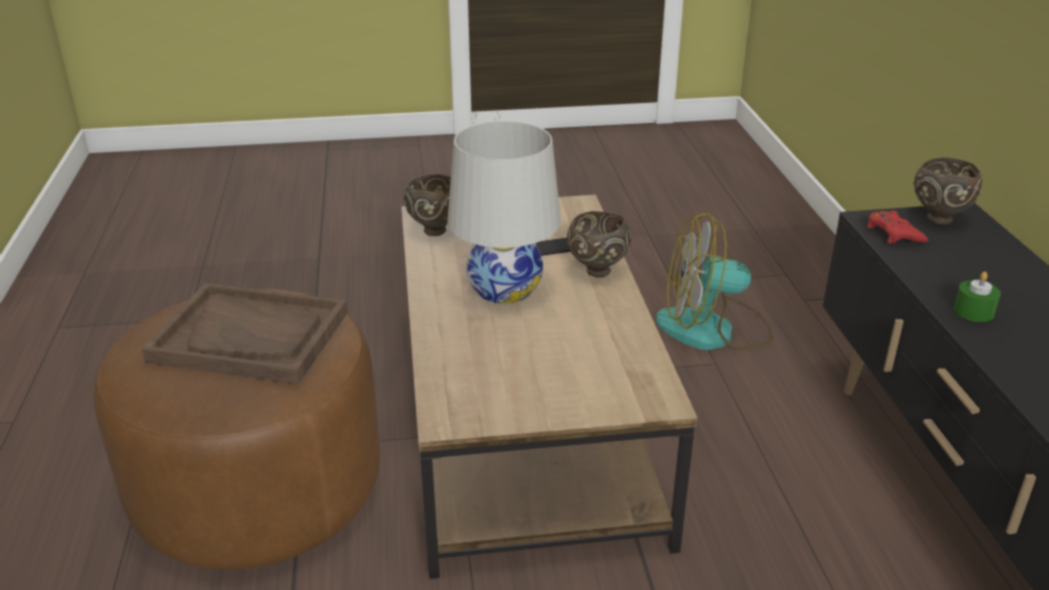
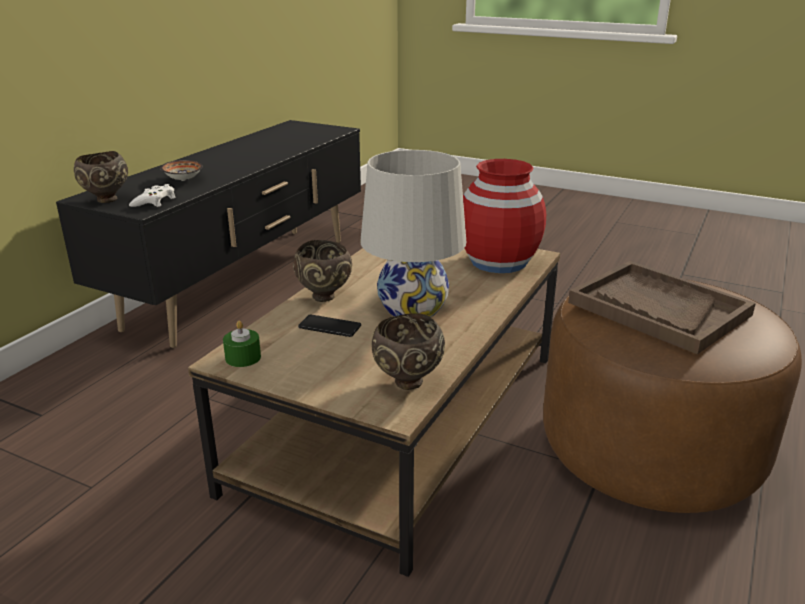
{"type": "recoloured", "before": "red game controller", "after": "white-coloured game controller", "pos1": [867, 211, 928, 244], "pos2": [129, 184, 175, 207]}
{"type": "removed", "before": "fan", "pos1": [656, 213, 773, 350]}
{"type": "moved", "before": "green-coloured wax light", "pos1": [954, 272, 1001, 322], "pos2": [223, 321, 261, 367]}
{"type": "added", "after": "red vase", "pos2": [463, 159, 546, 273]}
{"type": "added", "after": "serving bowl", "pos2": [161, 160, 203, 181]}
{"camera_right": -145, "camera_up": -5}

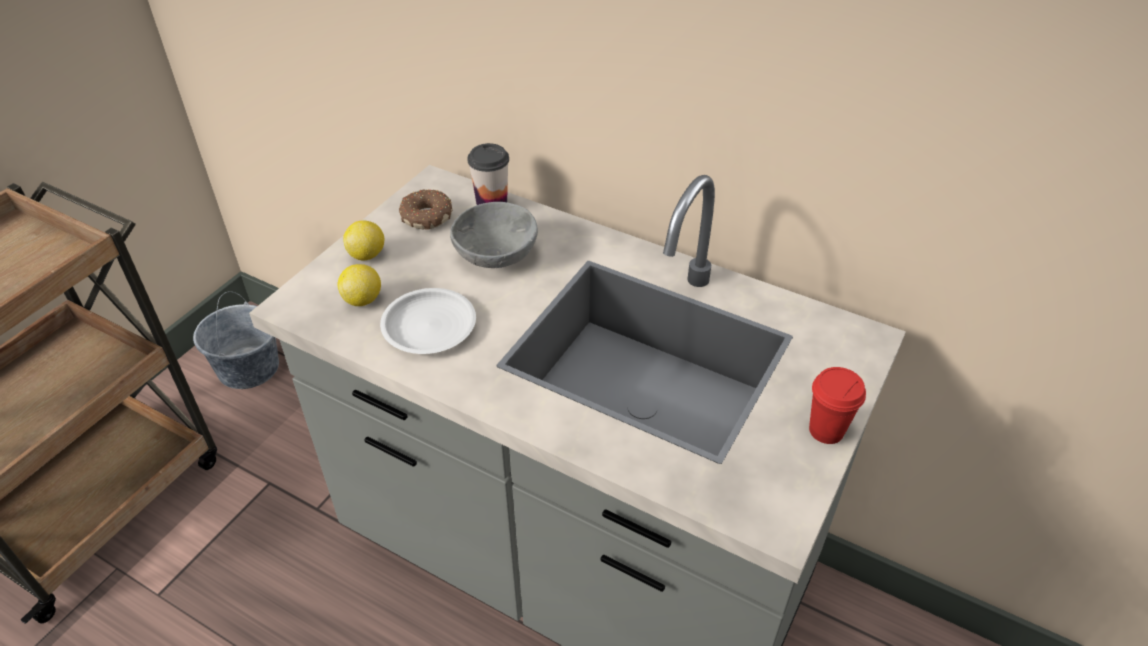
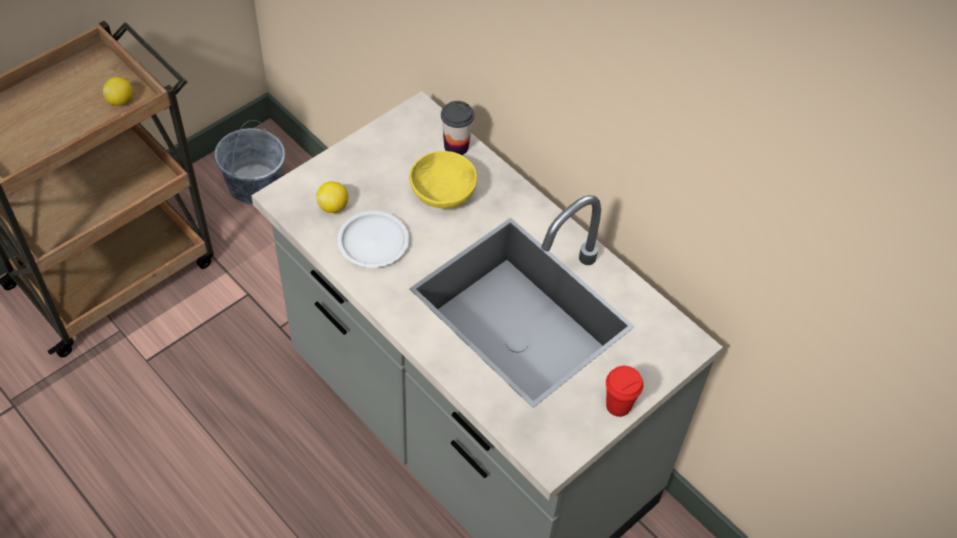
{"type": "removed", "before": "donut", "pos1": [399, 190, 453, 229]}
{"type": "recoloured", "before": "greyish serving bowl", "after": "yellowish serving bowl", "pos1": [450, 202, 538, 268], "pos2": [409, 151, 477, 208]}
{"type": "moved", "before": "citrus fruit", "pos1": [343, 220, 384, 261], "pos2": [103, 77, 133, 106]}
{"camera_right": 15, "camera_up": 10}

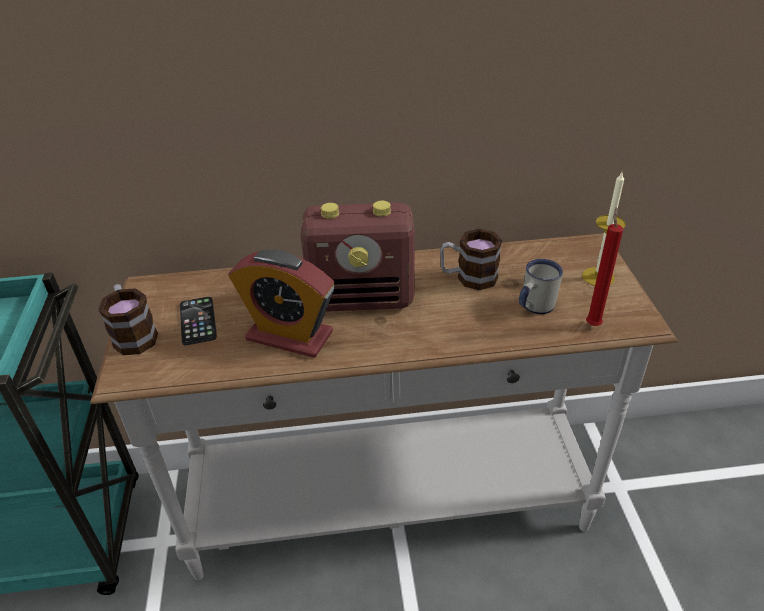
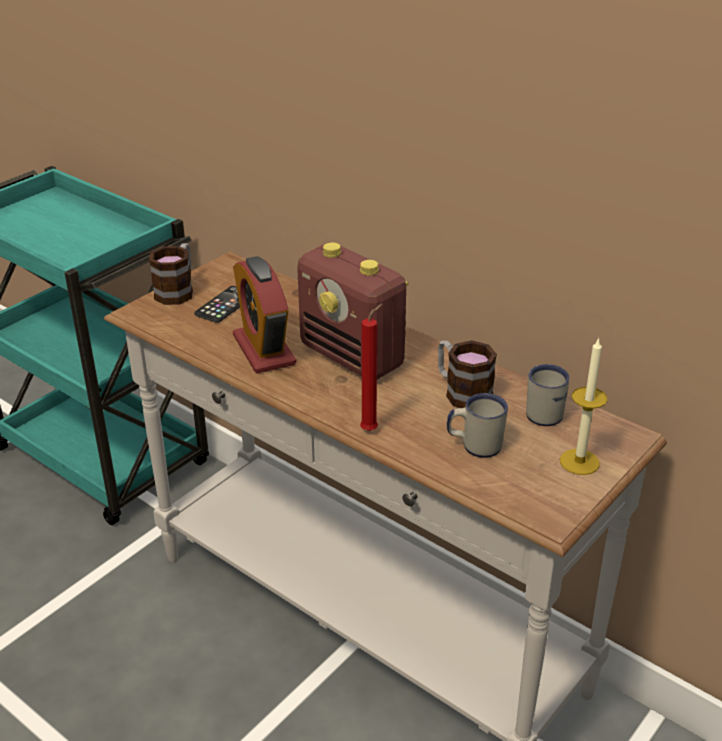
{"type": "moved", "before": "red wax light", "pos1": [586, 207, 623, 326], "pos2": [360, 304, 382, 431]}
{"type": "added", "after": "white-coloured coffee mug", "pos2": [526, 364, 570, 426]}
{"camera_right": 45, "camera_up": -5}

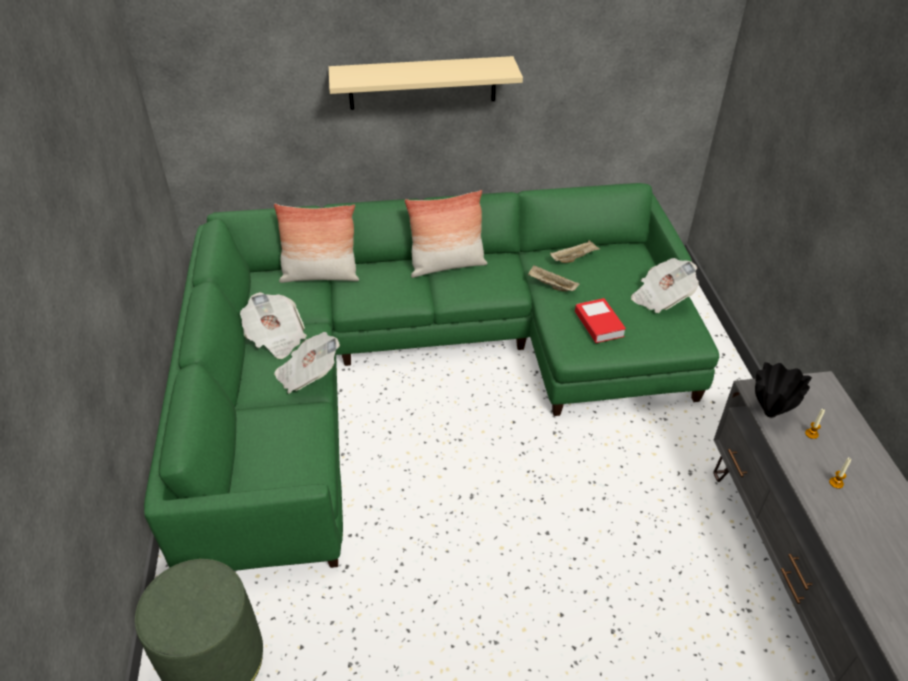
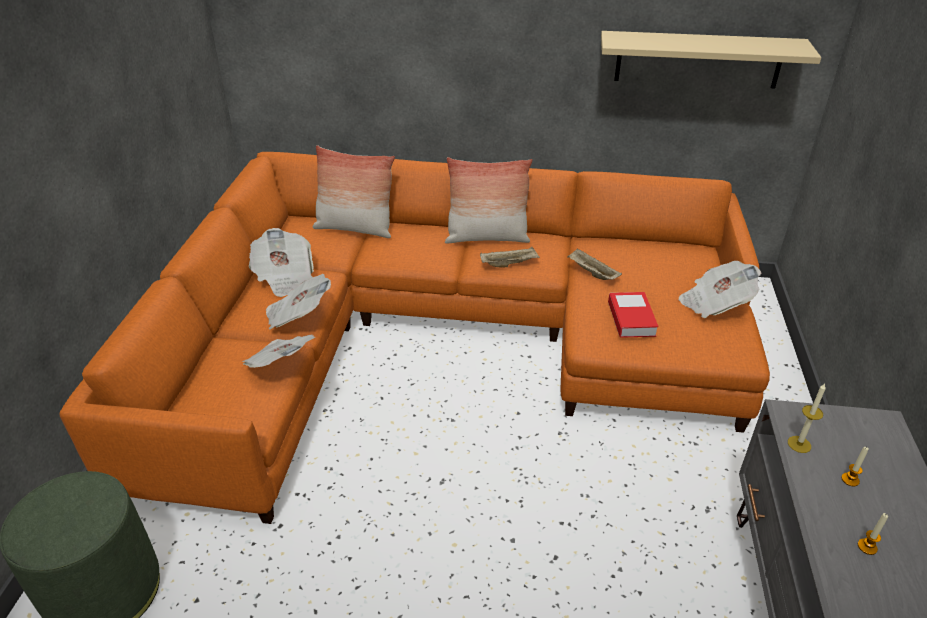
{"type": "moved", "before": "sand-coloured bracket shelf", "pos1": [329, 56, 523, 110], "pos2": [601, 31, 821, 88]}
{"type": "recoloured", "before": "green-coloured sofa", "after": "orange sofa", "pos1": [144, 183, 719, 571], "pos2": [60, 152, 770, 524]}
{"type": "moved", "before": "sand-coloured carrying tray", "pos1": [550, 240, 600, 263], "pos2": [480, 246, 540, 268]}
{"type": "replaced", "before": "black-coloured vase", "after": "wax light", "pos1": [755, 362, 812, 418], "pos2": [788, 384, 826, 453]}
{"type": "added", "after": "newspaper", "pos2": [242, 334, 315, 368]}
{"camera_right": 15, "camera_up": -5}

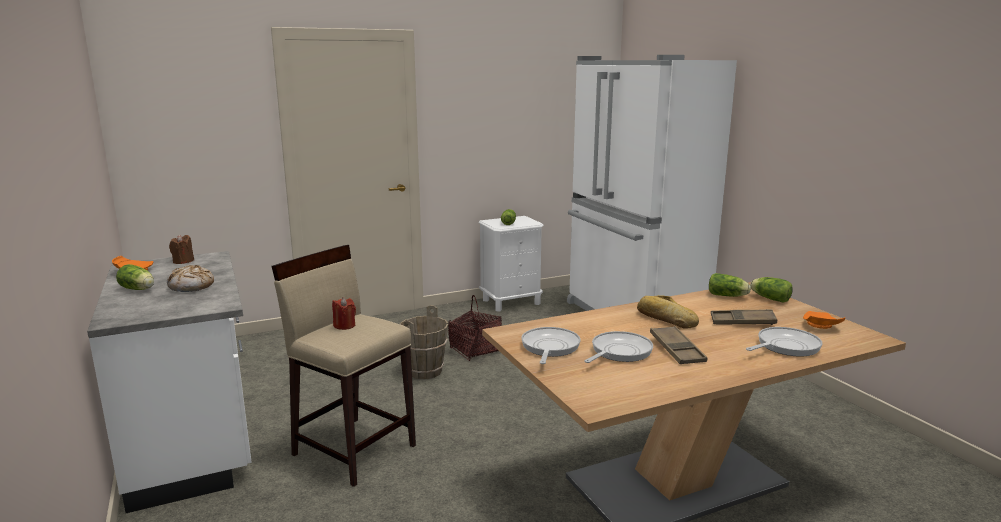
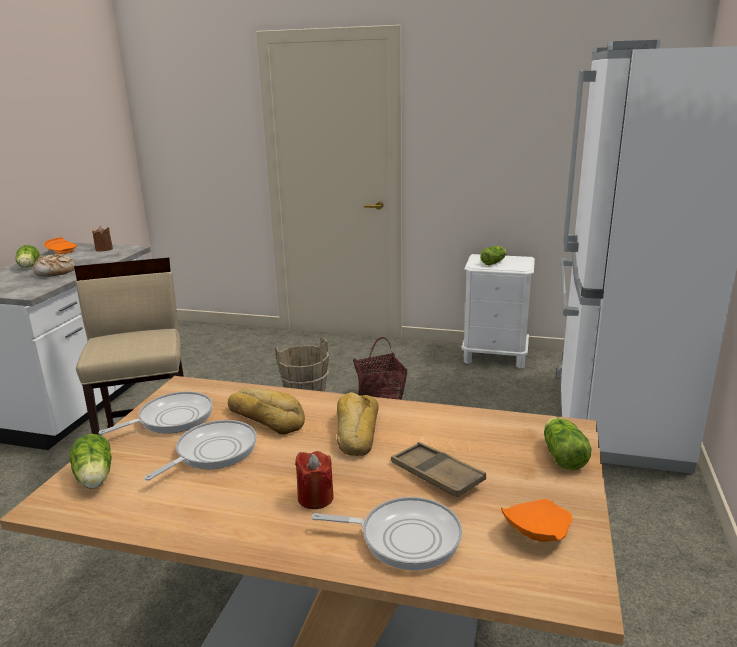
{"type": "moved", "before": "lettuce", "pos1": [709, 273, 751, 297], "pos2": [69, 434, 112, 488]}
{"type": "moved", "before": "red wax light", "pos1": [332, 297, 356, 330], "pos2": [295, 451, 334, 509]}
{"type": "removed", "before": "brownish carrying tray", "pos1": [650, 326, 708, 364]}
{"type": "turned", "before": "frying pan", "pos1": [584, 331, 653, 363], "pos2": [144, 420, 257, 480], "turn": -45}
{"type": "added", "after": "baked bread", "pos2": [228, 387, 305, 434]}
{"camera_right": 40, "camera_up": 5}

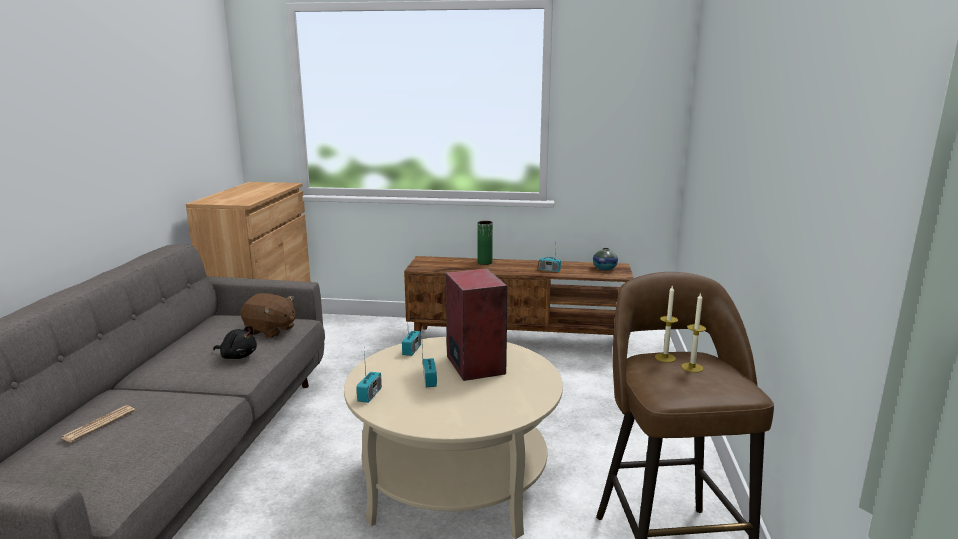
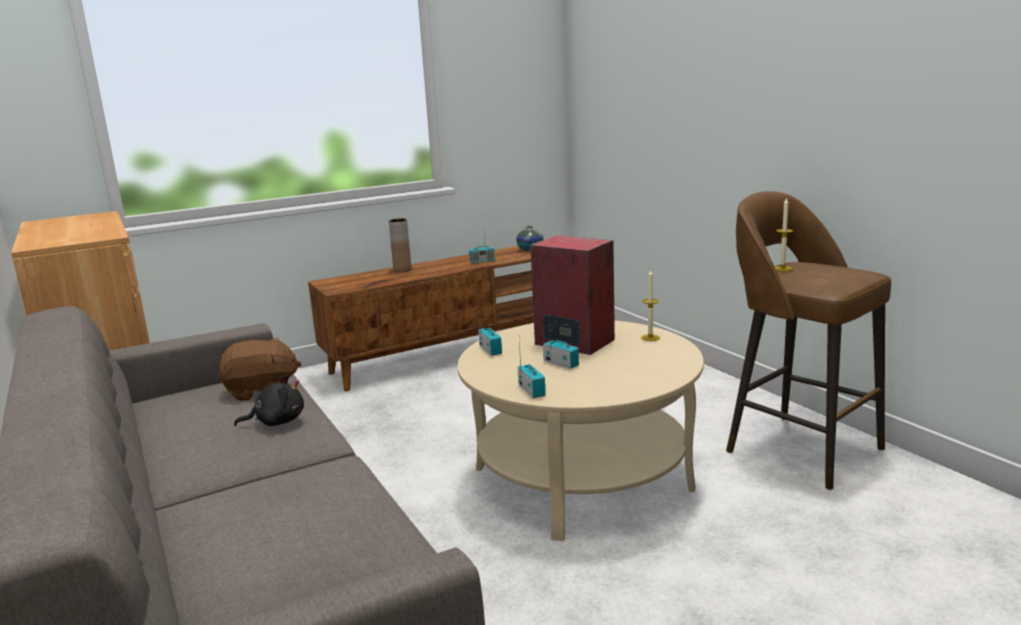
{"type": "recoloured", "before": "green-coloured vase", "after": "brownish vase", "pos1": [478, 221, 493, 265], "pos2": [389, 218, 412, 272]}
{"type": "moved", "before": "wax light", "pos1": [681, 293, 706, 373], "pos2": [641, 269, 660, 341]}
{"type": "removed", "before": "newspaper", "pos1": [61, 405, 135, 442]}
{"camera_right": -35, "camera_up": 0}

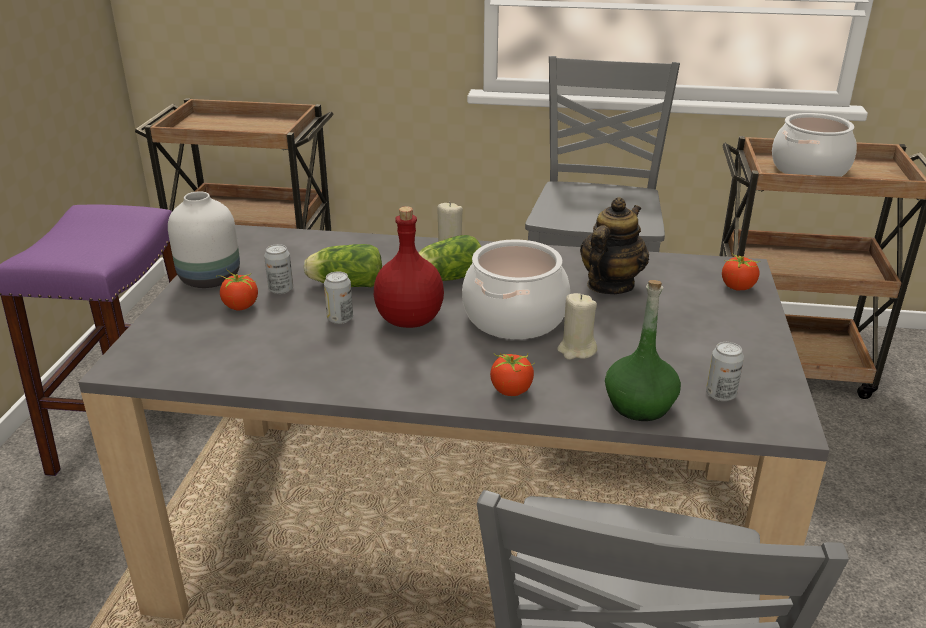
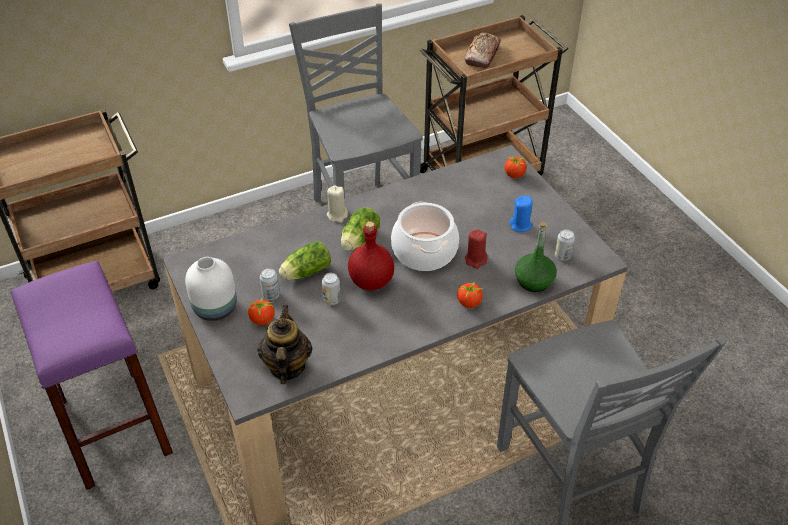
{"type": "replaced", "before": "saucepot", "after": "baked bread", "pos1": [772, 113, 857, 177], "pos2": [465, 33, 501, 69]}
{"type": "moved", "before": "teapot", "pos1": [580, 197, 649, 294], "pos2": [257, 305, 313, 384]}
{"type": "recoloured", "before": "sand-coloured wax light", "after": "red wax light", "pos1": [557, 293, 597, 360], "pos2": [465, 229, 487, 269]}
{"type": "added", "after": "blue-coloured wax light", "pos2": [510, 195, 533, 232]}
{"camera_right": -35, "camera_up": 15}

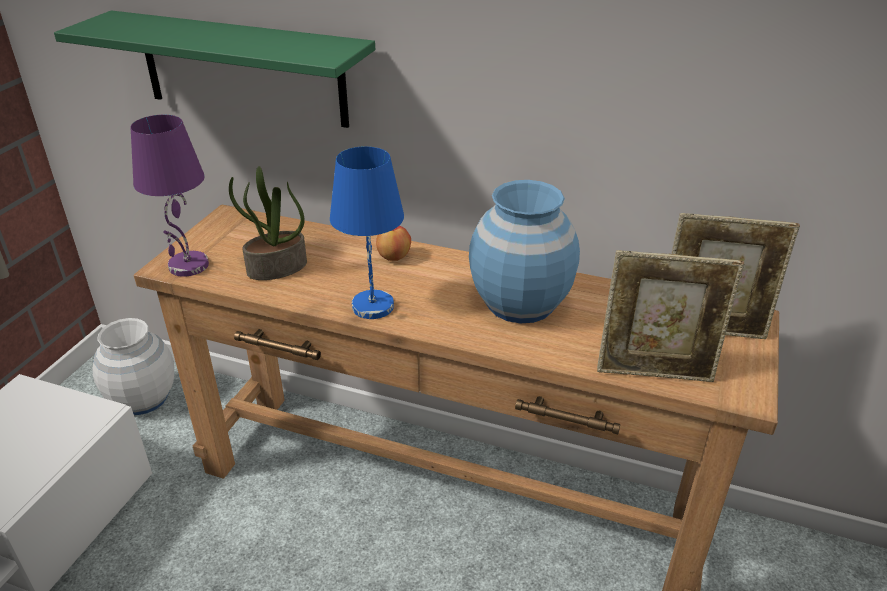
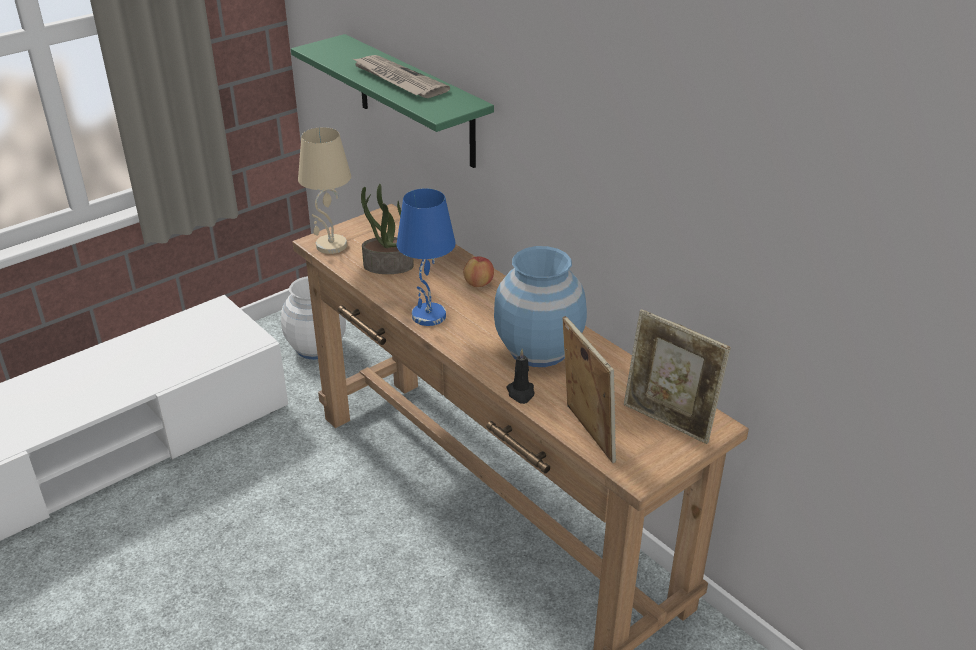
{"type": "recoloured", "before": "purple tabletop lamp", "after": "sand-coloured tabletop lamp", "pos1": [131, 115, 209, 277], "pos2": [298, 127, 351, 254]}
{"type": "turned", "before": "photo frame", "pos1": [597, 250, 744, 382], "pos2": [563, 316, 616, 463], "turn": -150}
{"type": "added", "after": "newspaper", "pos2": [353, 55, 450, 98]}
{"type": "added", "after": "black-coloured wax light", "pos2": [506, 349, 535, 404]}
{"camera_right": 30, "camera_up": 0}

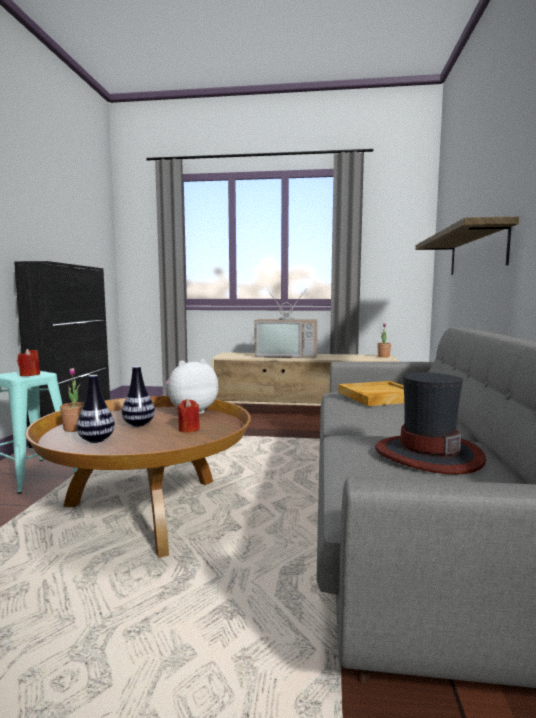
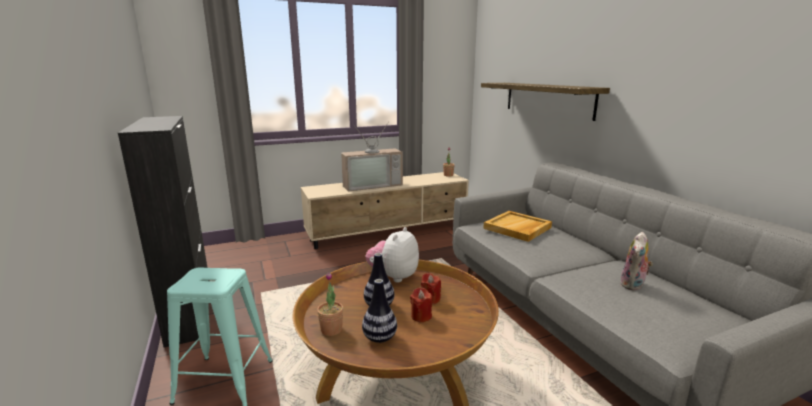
{"type": "moved", "before": "red wax light", "pos1": [17, 349, 40, 376], "pos2": [410, 288, 432, 322]}
{"type": "replaced", "before": "hat", "after": "soft toy", "pos1": [375, 373, 486, 475], "pos2": [620, 232, 653, 291]}
{"camera_right": -30, "camera_up": 10}

